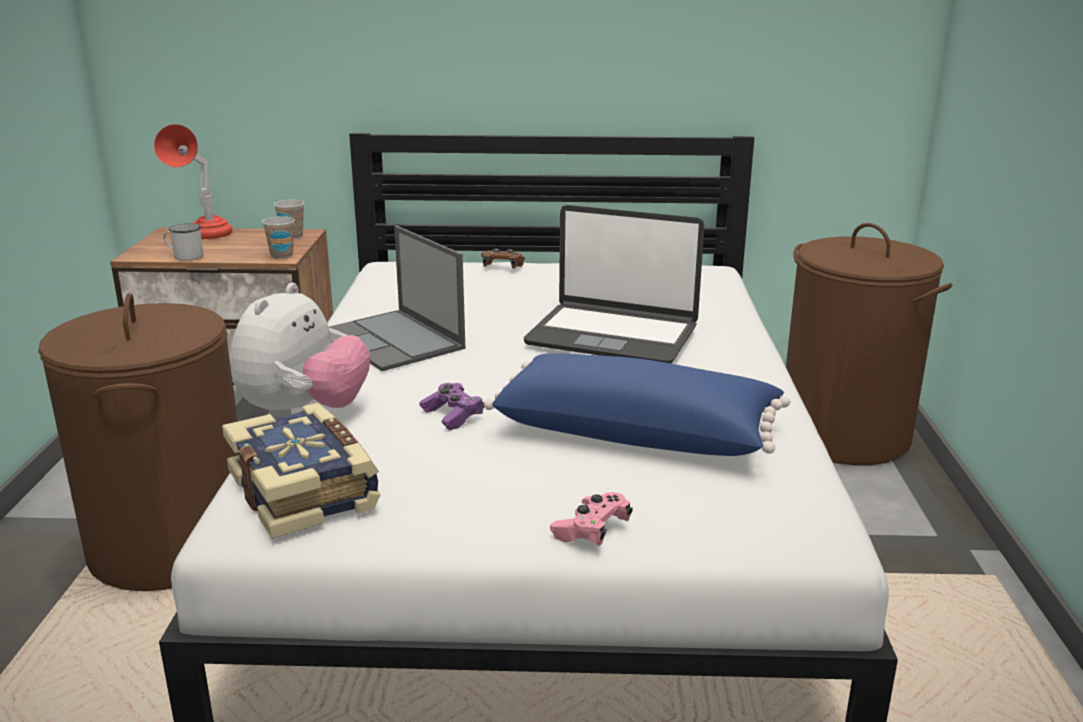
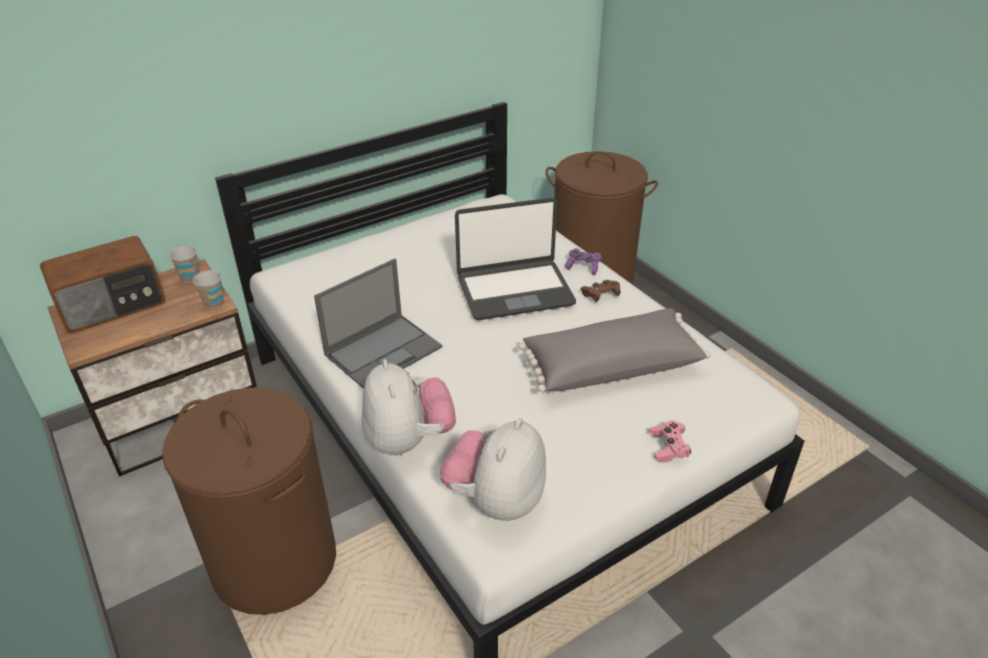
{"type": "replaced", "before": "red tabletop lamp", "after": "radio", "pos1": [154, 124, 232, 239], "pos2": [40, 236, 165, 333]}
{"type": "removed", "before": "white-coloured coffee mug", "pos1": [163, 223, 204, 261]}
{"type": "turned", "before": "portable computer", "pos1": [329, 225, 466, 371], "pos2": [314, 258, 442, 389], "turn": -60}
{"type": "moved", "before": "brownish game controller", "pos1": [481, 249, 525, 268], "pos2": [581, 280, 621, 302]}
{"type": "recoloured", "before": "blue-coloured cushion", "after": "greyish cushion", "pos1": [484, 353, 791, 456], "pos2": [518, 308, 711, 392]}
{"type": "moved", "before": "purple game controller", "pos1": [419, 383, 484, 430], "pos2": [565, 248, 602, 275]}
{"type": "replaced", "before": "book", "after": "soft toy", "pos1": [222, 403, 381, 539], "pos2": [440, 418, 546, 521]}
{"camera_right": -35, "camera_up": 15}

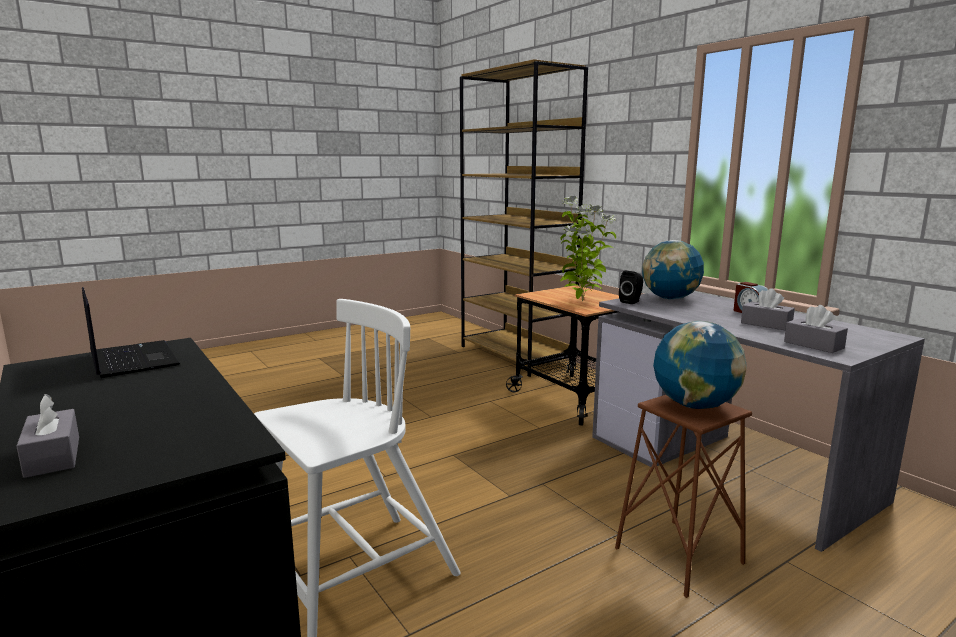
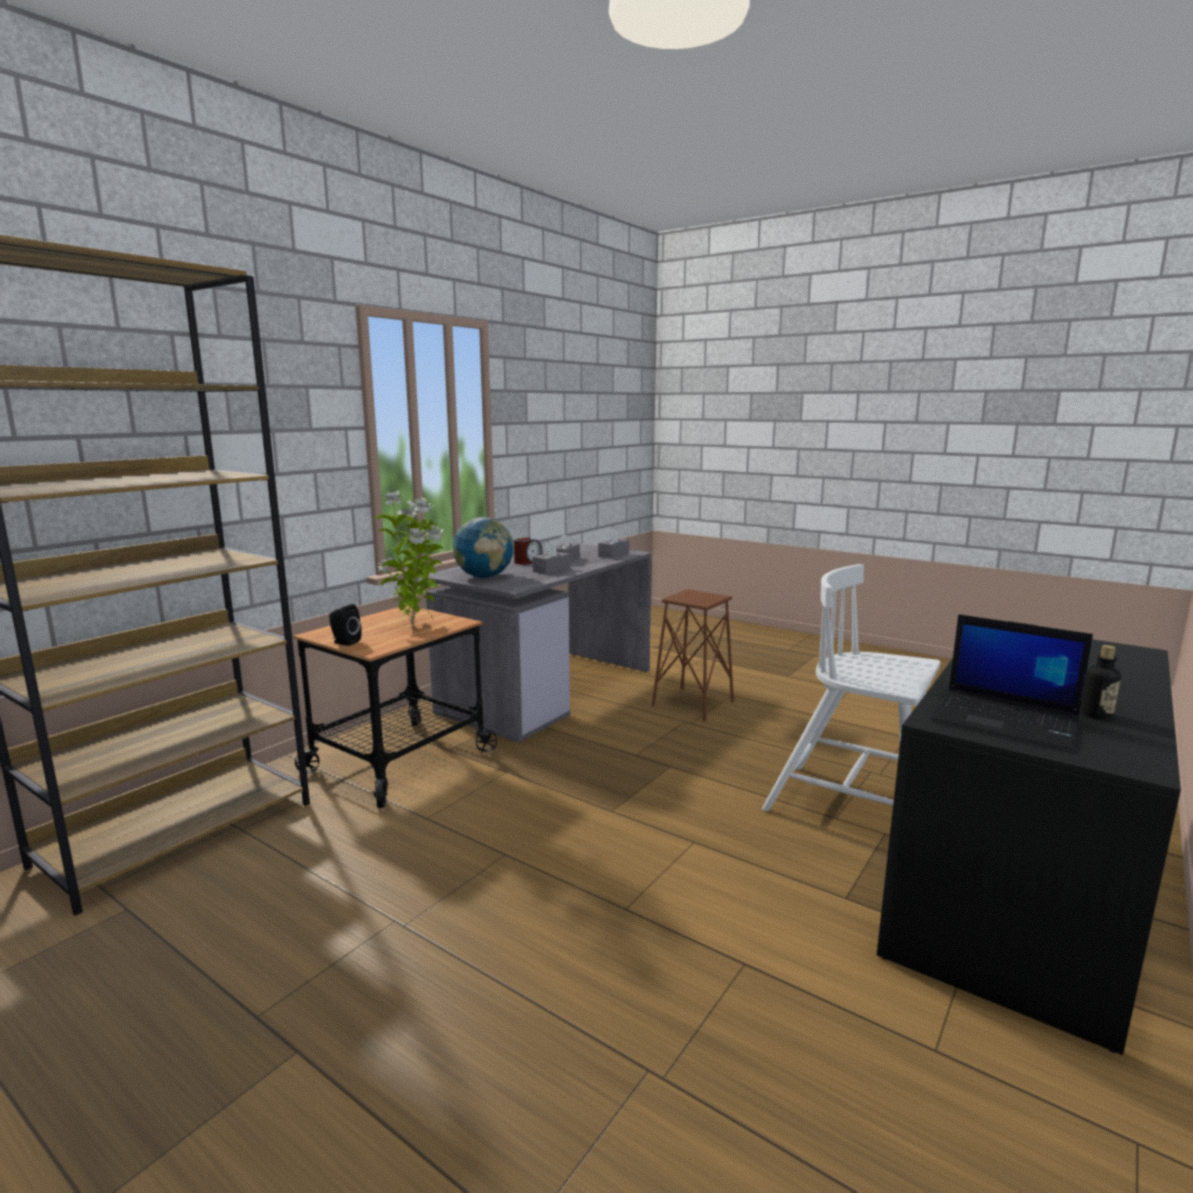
{"type": "moved", "before": "black-coloured audio speaker", "pos1": [619, 271, 643, 304], "pos2": [329, 604, 362, 646]}
{"type": "turned", "before": "portable computer", "pos1": [82, 287, 180, 378], "pos2": [930, 614, 1093, 751], "turn": -90}
{"type": "removed", "before": "world globe", "pos1": [653, 321, 746, 409]}
{"type": "moved", "before": "greyish tissue holder", "pos1": [16, 394, 79, 478], "pos2": [533, 540, 570, 575]}
{"type": "added", "after": "drink bottle", "pos2": [1081, 645, 1121, 720]}
{"camera_right": -110, "camera_up": 0}

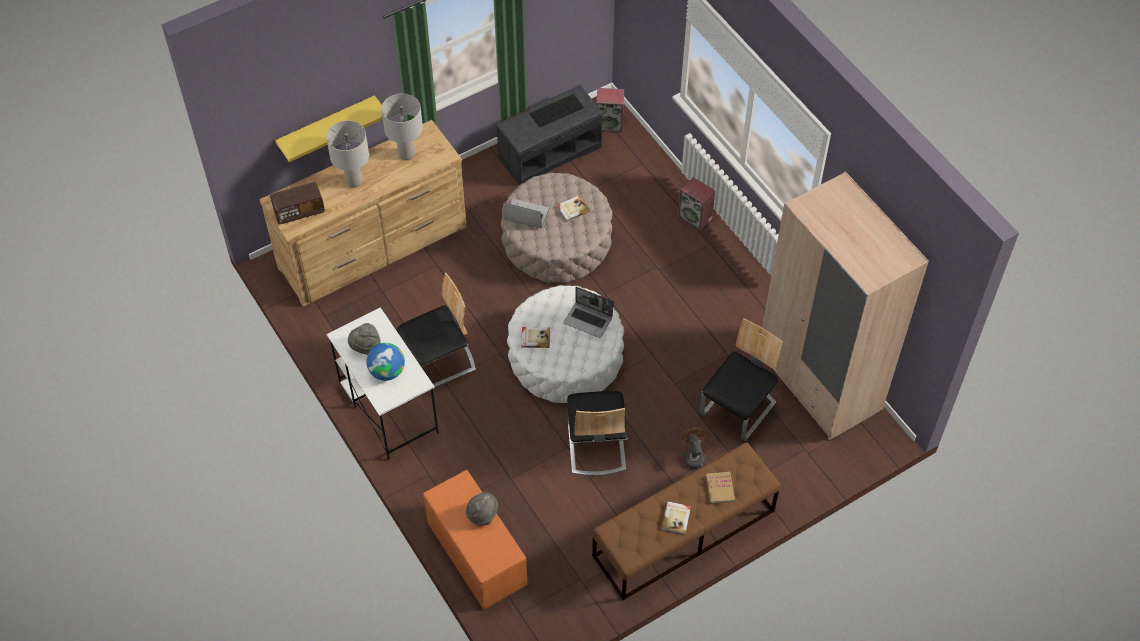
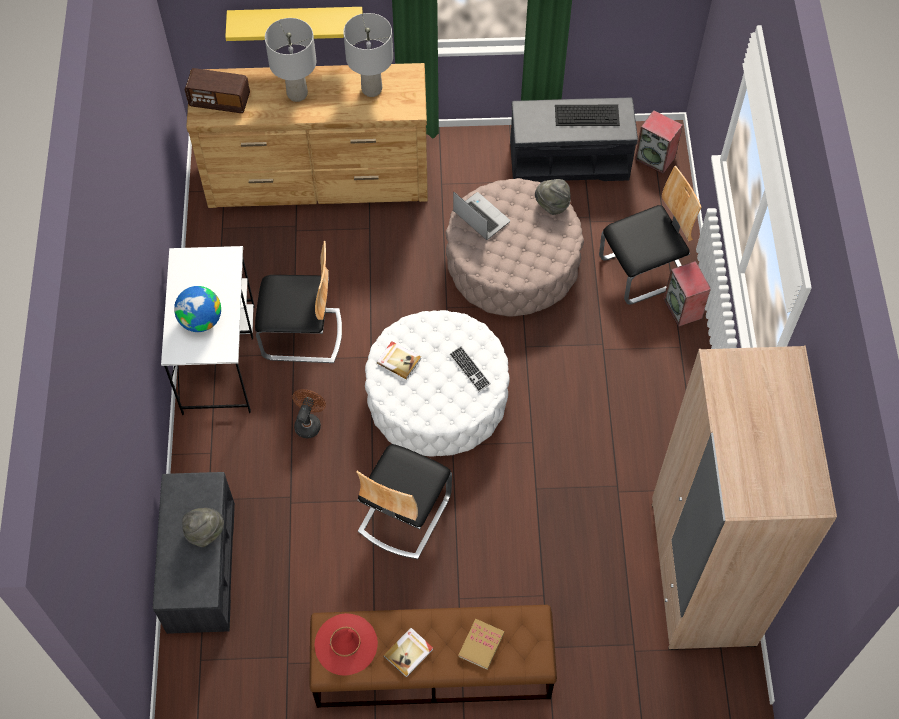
{"type": "removed", "before": "book", "pos1": [557, 195, 590, 221]}
{"type": "replaced", "before": "portable computer", "after": "keyboard", "pos1": [564, 287, 613, 338], "pos2": [449, 346, 491, 392]}
{"type": "moved", "before": "chair", "pos1": [700, 318, 783, 441], "pos2": [599, 166, 702, 304]}
{"type": "moved", "before": "greyish hat", "pos1": [348, 323, 381, 355], "pos2": [535, 179, 571, 215]}
{"type": "moved", "before": "brownish fan", "pos1": [679, 427, 707, 469], "pos2": [292, 389, 326, 438]}
{"type": "recoloured", "before": "orange long seat", "after": "greyish long seat", "pos1": [423, 470, 527, 610], "pos2": [153, 472, 235, 634]}
{"type": "added", "after": "red hat", "pos2": [314, 613, 378, 676]}
{"camera_right": 30, "camera_up": 5}

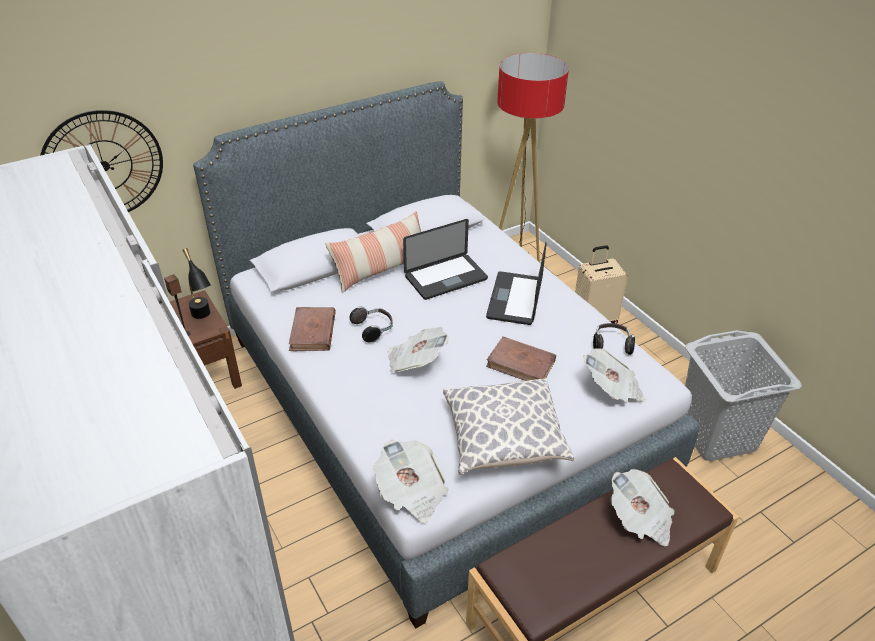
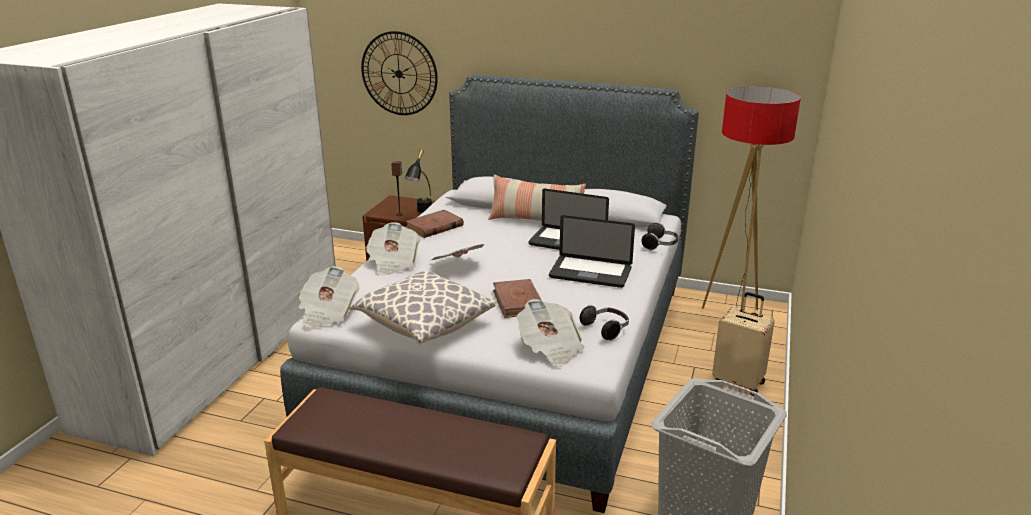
{"type": "turned", "before": "portable computer", "pos1": [486, 242, 547, 325], "pos2": [549, 215, 635, 288], "turn": -135}
{"type": "moved", "before": "headphones", "pos1": [350, 306, 393, 343], "pos2": [641, 222, 678, 250]}
{"type": "moved", "before": "newspaper", "pos1": [610, 469, 674, 546], "pos2": [366, 222, 420, 275]}
{"camera_right": 50, "camera_up": -15}

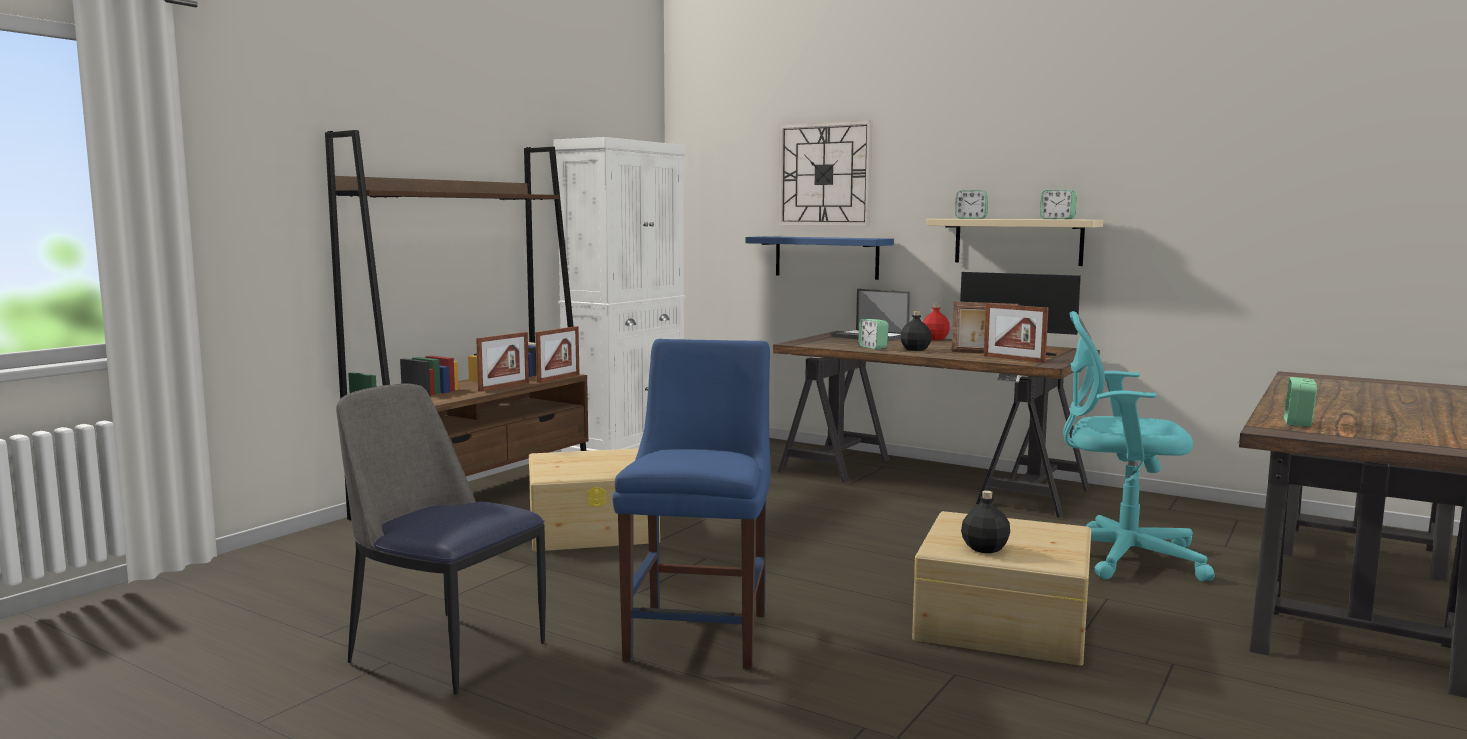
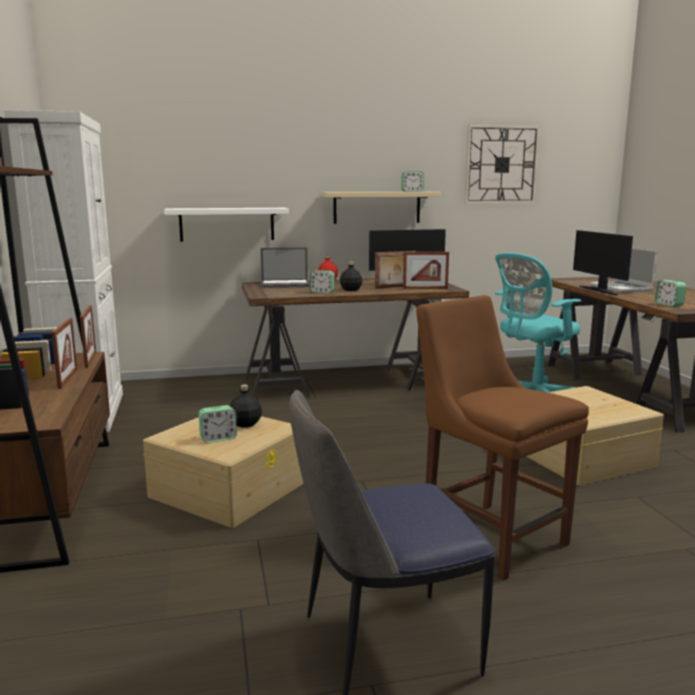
{"type": "moved", "before": "wall clock", "pos1": [778, 120, 872, 226], "pos2": [465, 124, 540, 204]}
{"type": "moved", "before": "table clock", "pos1": [955, 190, 988, 219], "pos2": [198, 405, 237, 443]}
{"type": "recoloured", "before": "blue-coloured bracket shelf", "after": "white-coloured bracket shelf", "pos1": [745, 236, 894, 280], "pos2": [164, 208, 289, 242]}
{"type": "recoloured", "before": "blue-coloured chair", "after": "brownish chair", "pos1": [612, 339, 771, 670], "pos2": [416, 295, 589, 580]}
{"type": "moved", "before": "black-coloured drink bottle", "pos1": [961, 490, 1010, 553], "pos2": [230, 385, 262, 428]}
{"type": "added", "after": "monitor", "pos2": [573, 230, 633, 295]}
{"type": "added", "after": "portable computer", "pos2": [590, 247, 657, 293]}
{"camera_right": -45, "camera_up": 5}

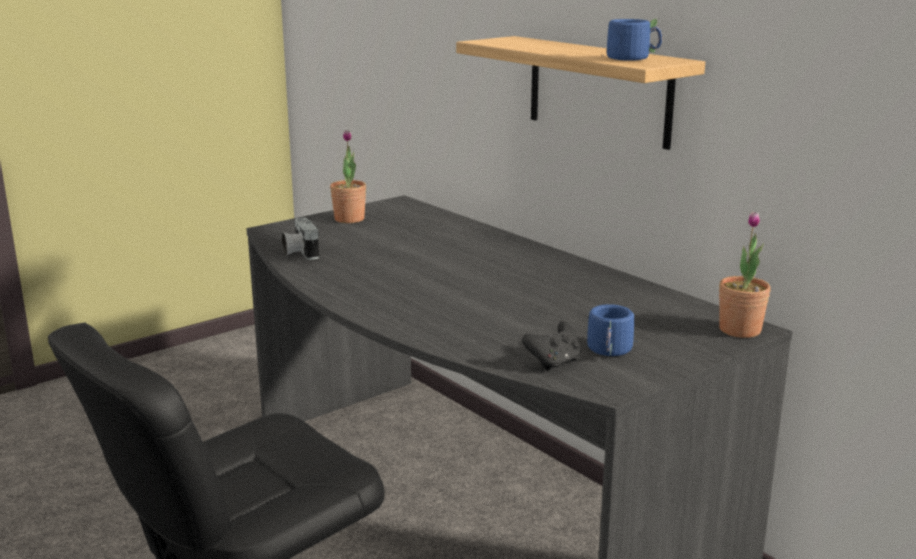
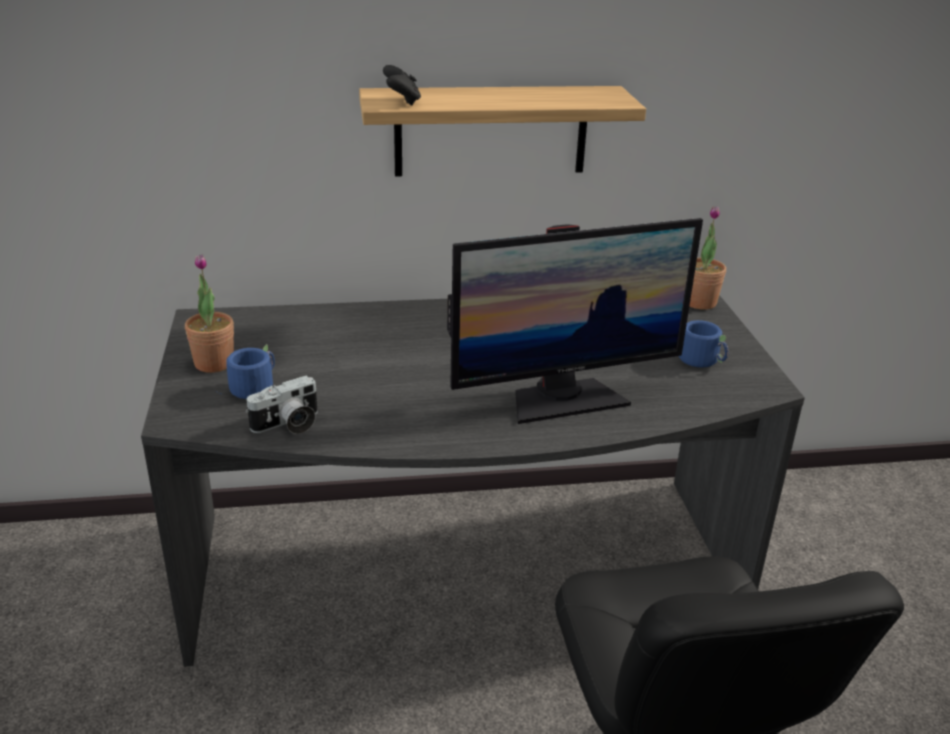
{"type": "moved", "before": "blue-coloured coffee mug", "pos1": [607, 19, 662, 61], "pos2": [215, 344, 275, 399]}
{"type": "turned", "before": "still camera", "pos1": [282, 217, 319, 260], "pos2": [245, 376, 318, 434], "turn": -45}
{"type": "moved", "before": "black-coloured game controller", "pos1": [522, 321, 581, 371], "pos2": [383, 65, 421, 106]}
{"type": "added", "after": "monitor", "pos2": [447, 218, 703, 424]}
{"camera_right": -60, "camera_up": 10}

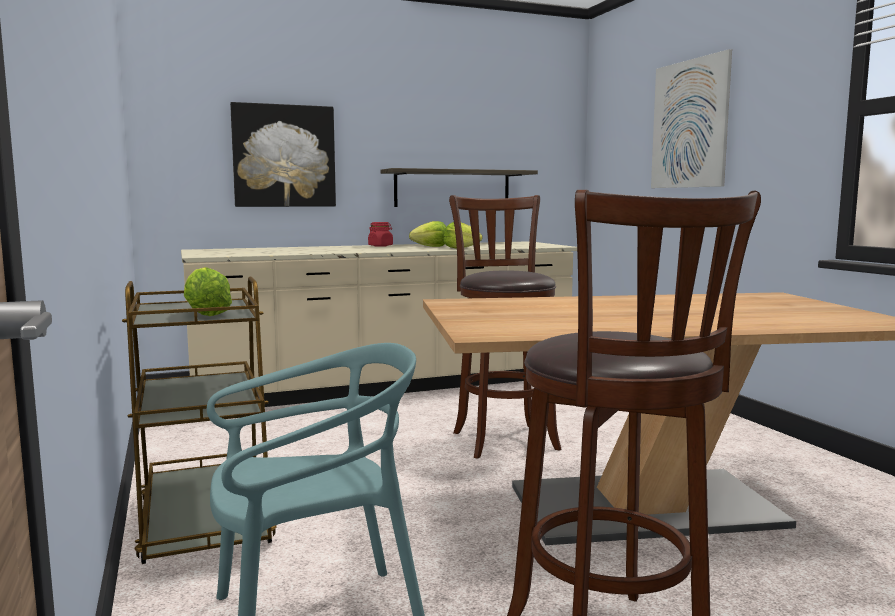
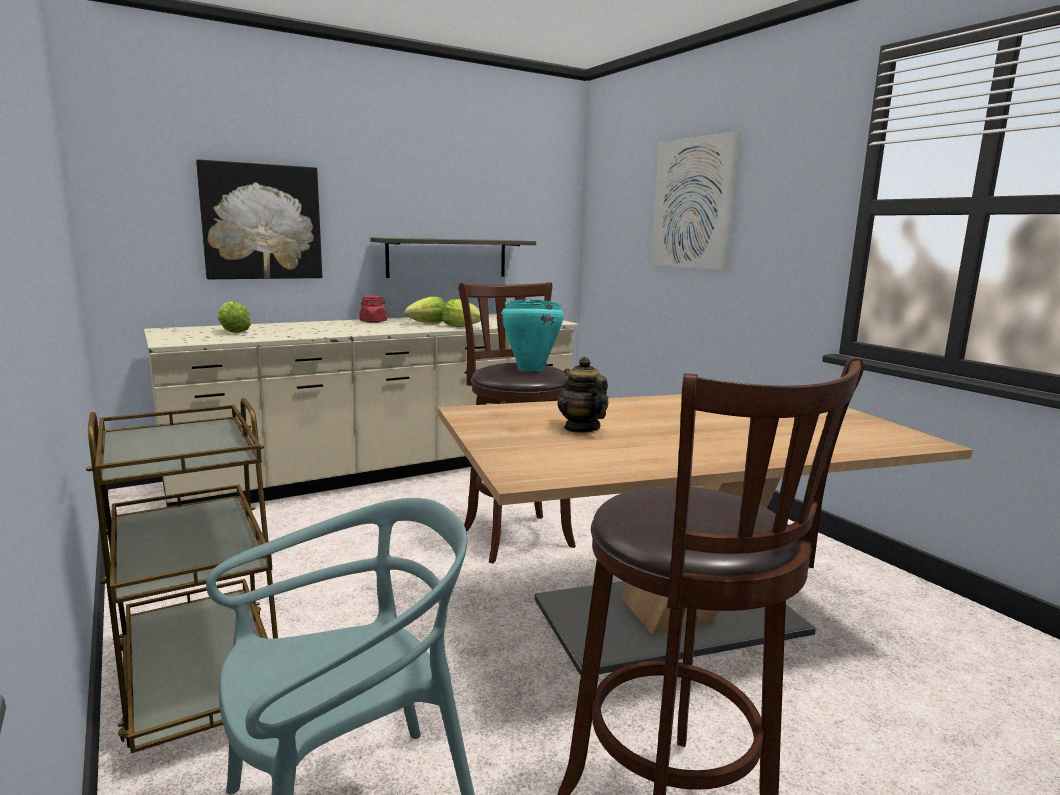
{"type": "moved", "before": "lettuce", "pos1": [184, 267, 232, 316], "pos2": [218, 301, 251, 333]}
{"type": "added", "after": "turquoise saucepot", "pos2": [501, 299, 564, 371]}
{"type": "added", "after": "teapot", "pos2": [557, 357, 608, 433]}
{"camera_right": -10, "camera_up": 5}

